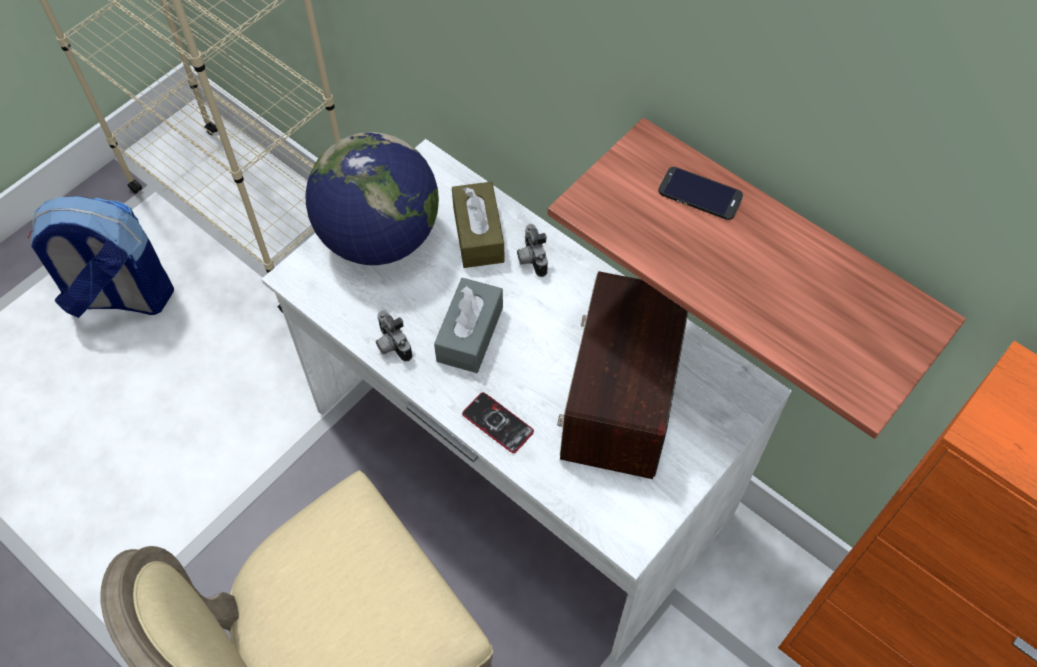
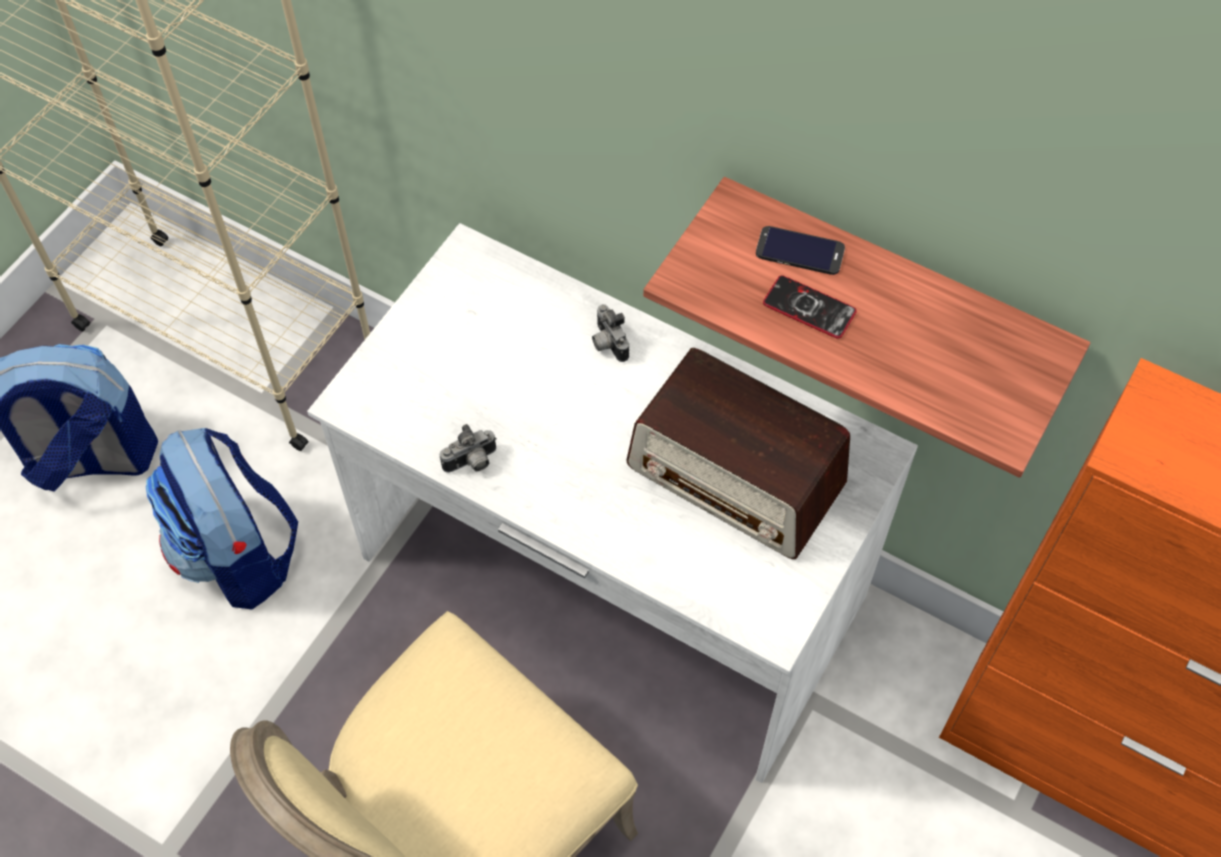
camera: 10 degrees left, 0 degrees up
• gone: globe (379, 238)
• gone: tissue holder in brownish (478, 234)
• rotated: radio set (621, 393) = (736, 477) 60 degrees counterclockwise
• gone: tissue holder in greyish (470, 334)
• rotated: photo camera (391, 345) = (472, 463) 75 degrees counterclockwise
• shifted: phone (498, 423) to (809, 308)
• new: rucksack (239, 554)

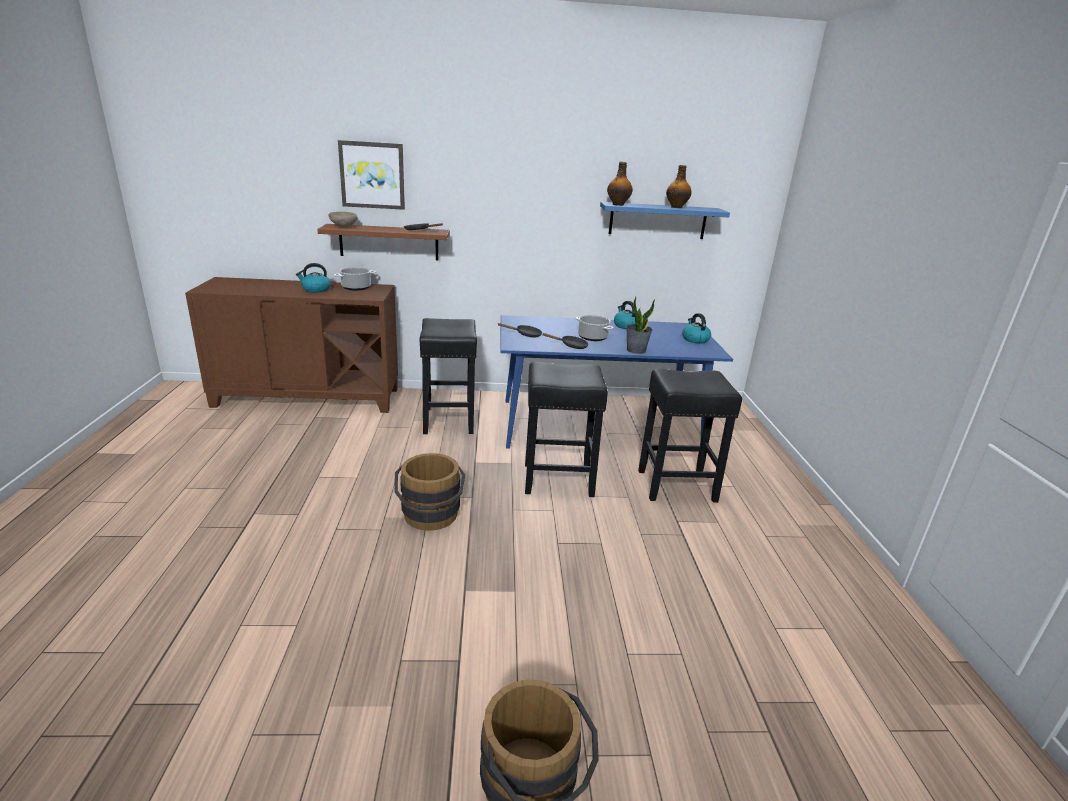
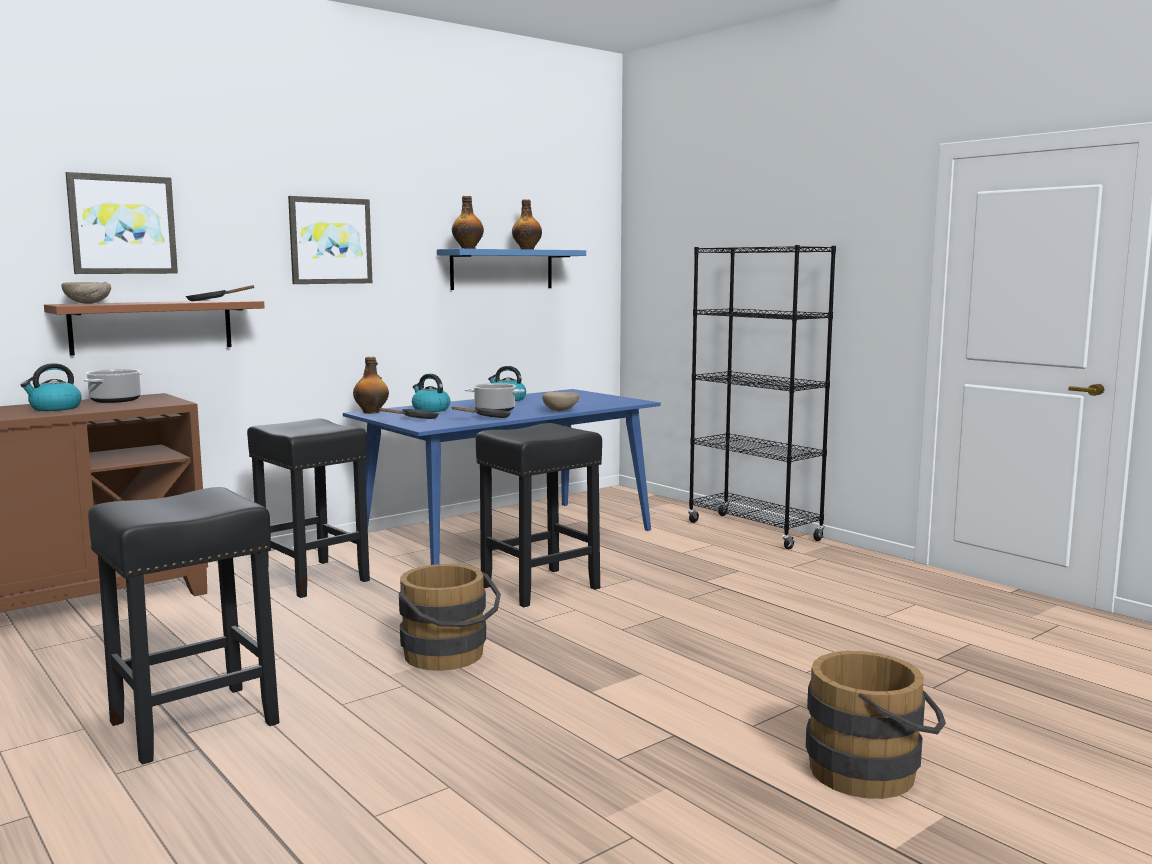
camera: 35 degrees left, 15 degrees down
• swapped: plant in a pot (636, 350) to serving bowl in beige (561, 411)
• shifted: kettle (695, 339) to (430, 409)
• shifted: stool seat in black (675, 486) to (191, 724)
• new: wall art (330, 241)
• new: bookcase in black (754, 531)
• new: drink bottle (372, 412)

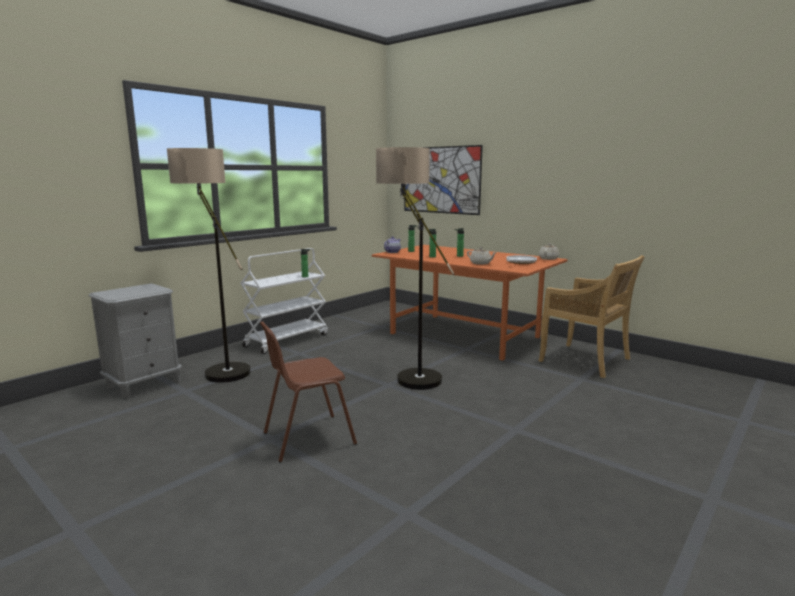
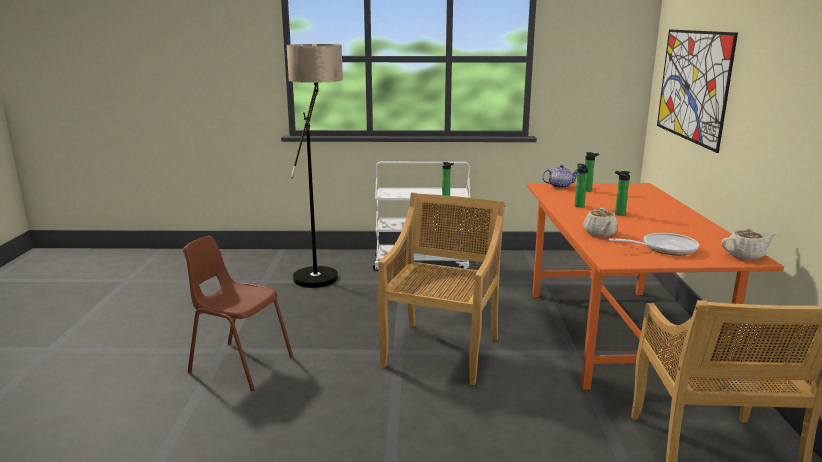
camera: 50 degrees right, 5 degrees up
• swapped: standard lamp (410, 374) to plain chair in beige (441, 351)
• gone: nightstand in greyish (144, 384)

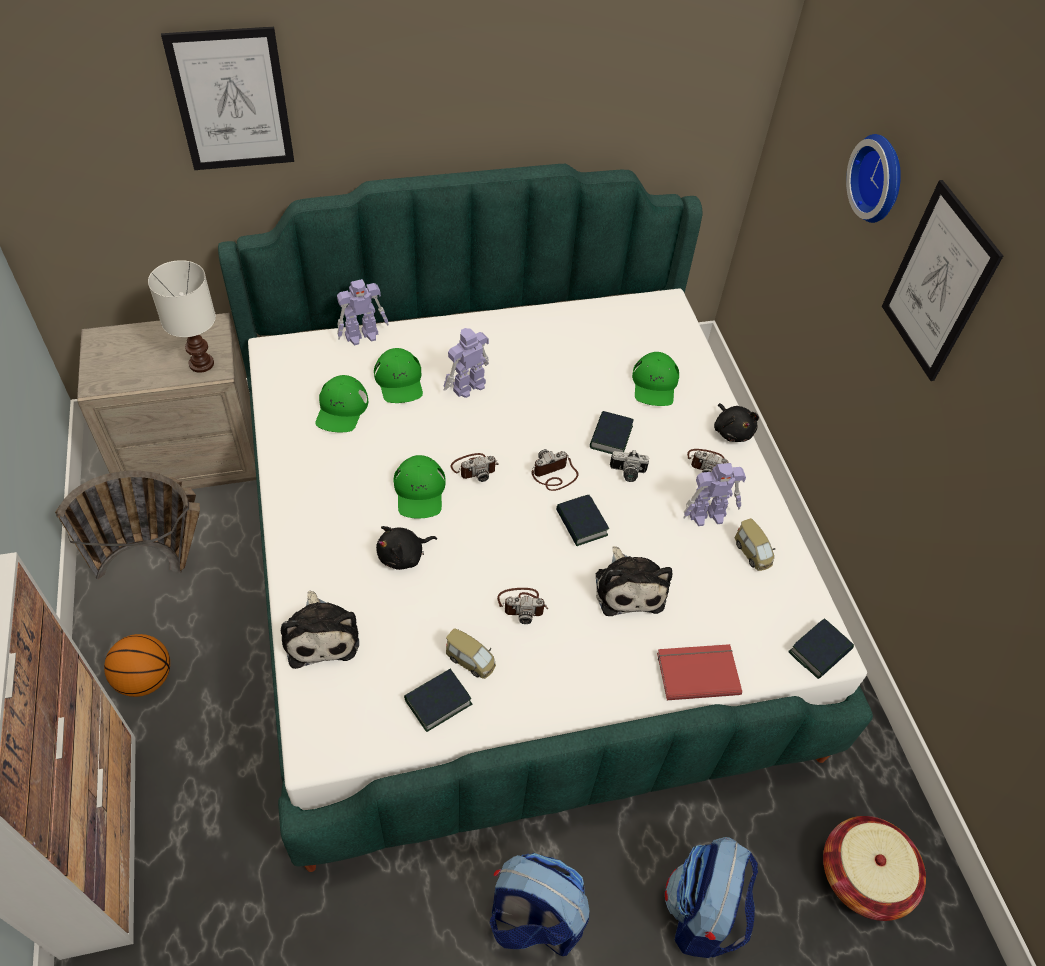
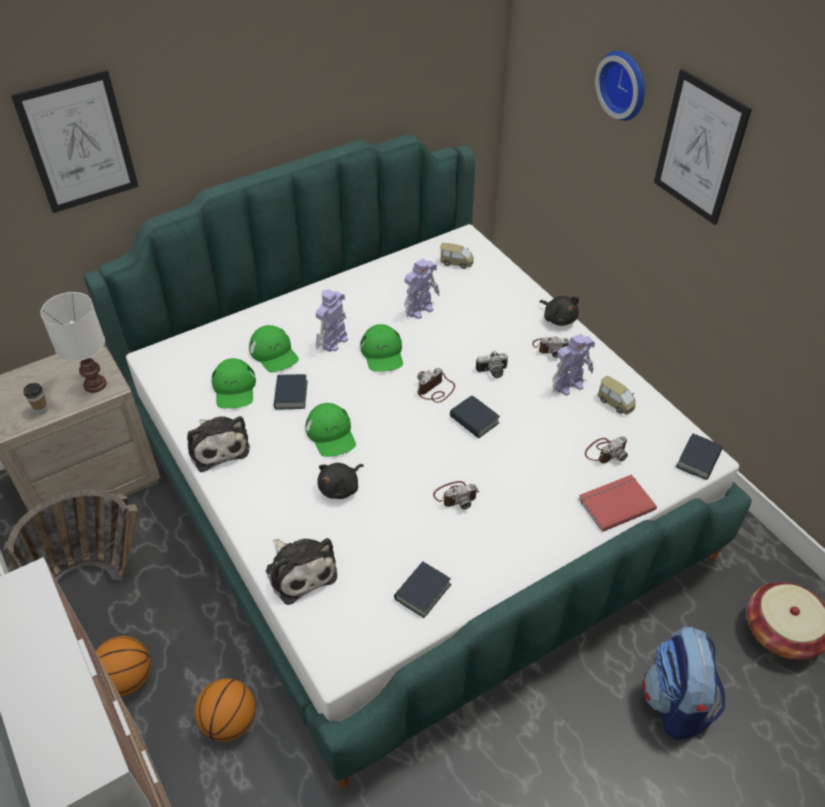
camera: 15 degrees left, 5 degrees down
• shifted: model robot (363, 335) to (420, 309)
• shifted: peaked cap in greenish (654, 384) to (382, 353)
• shifted: volume (610, 437) to (291, 395)
• shifted: photo camera (474, 468) to (605, 452)
• shifted: plush toy (629, 587) to (218, 446)
• shifted: miniature car (470, 660) to (456, 262)
• gone: rucksack (534, 920)
• new: small cup (41, 410)
• new: basketball (230, 722)

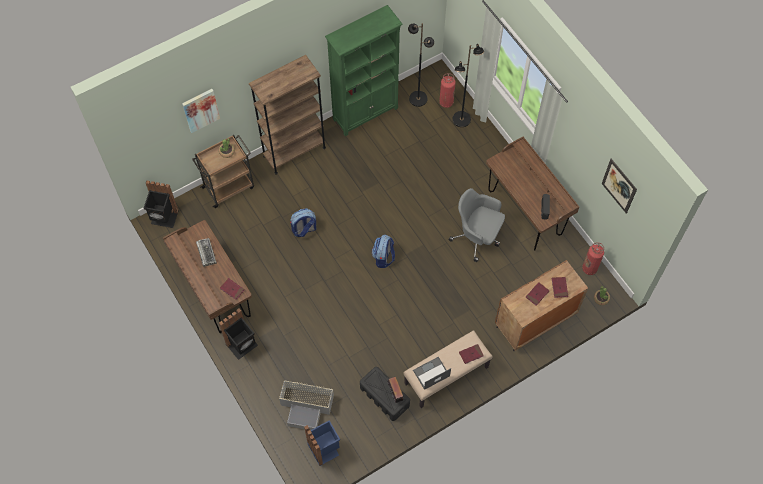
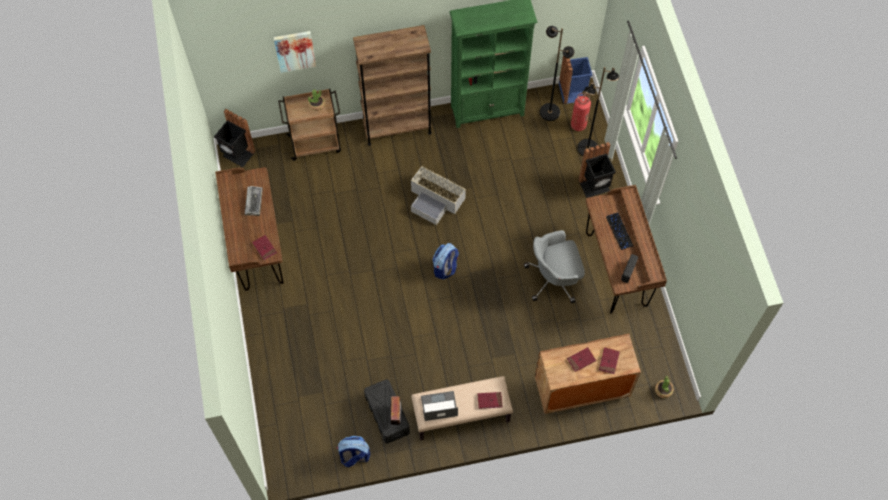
camera: 20 degrees right, 0 degrees up
• gone: wall art (619, 186)
• rotated: desk chair in greyish (477, 237) = (554, 278) 60 degrees counterclockwise
• shifted: rucksack (304, 229) to (354, 456)
• gone: extinguisher (589, 268)
• shifted: waste bin in black (243, 345) to (595, 186)
• shifted: storage bin in greyish (307, 406) to (435, 200)
• shifted: waste bin in bluish (324, 448) to (572, 92)
• new: keyboard (619, 231)

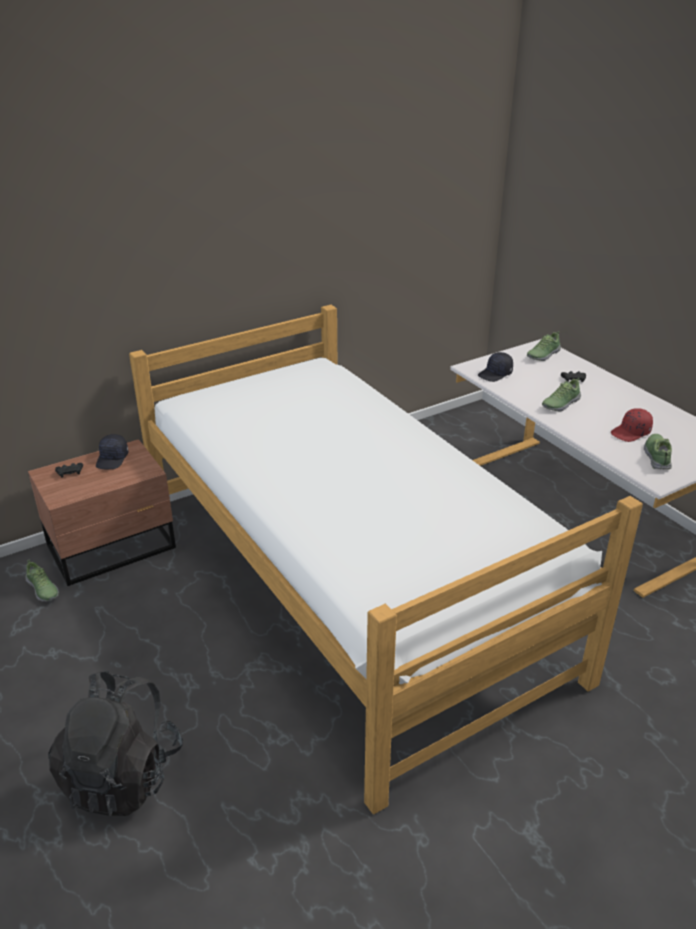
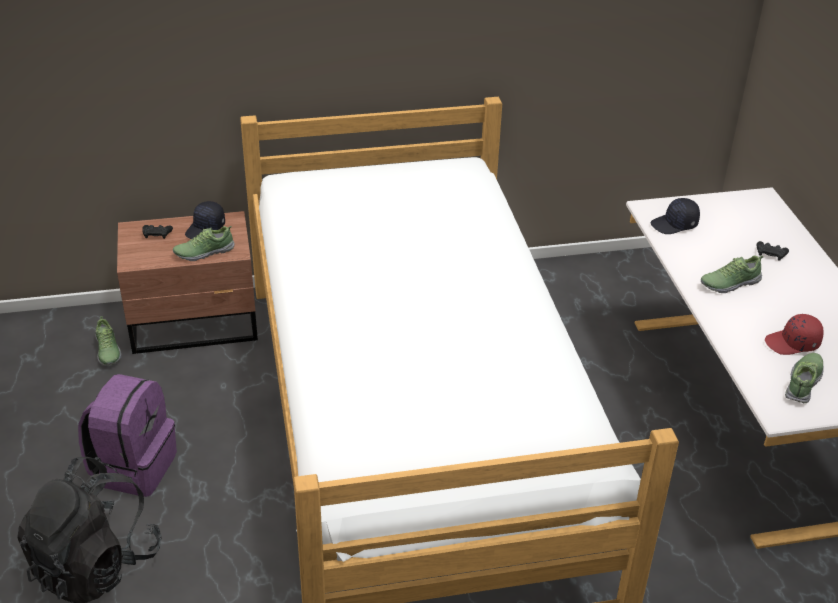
camera: 20 degrees right, 5 degrees up
• shifted: shoe (542, 355) to (204, 252)
• new: rucksack in purplish (134, 467)

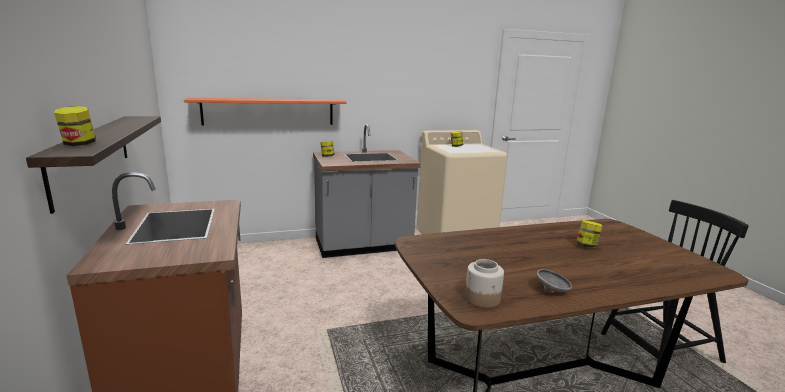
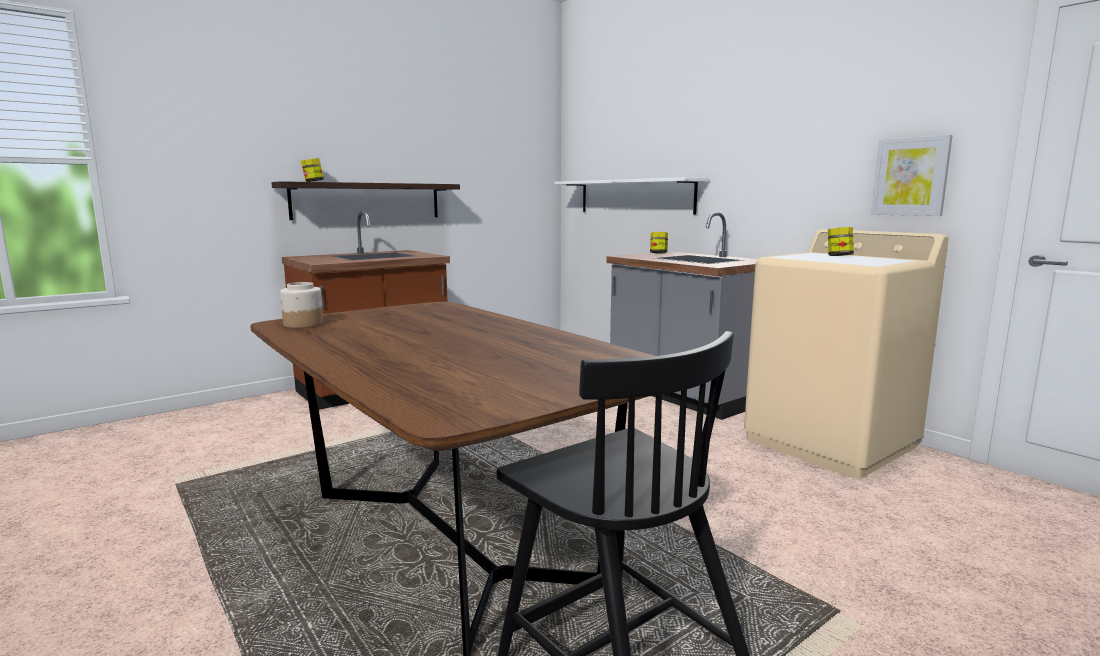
camera: 70 degrees right, 5 degrees down
• repainted: shelf in orange (269, 111) to shelf in white-coloured (635, 196)
• gone: jar (587, 246)
• gone: serving bowl in greyish (553, 291)
• new: wall art (910, 177)

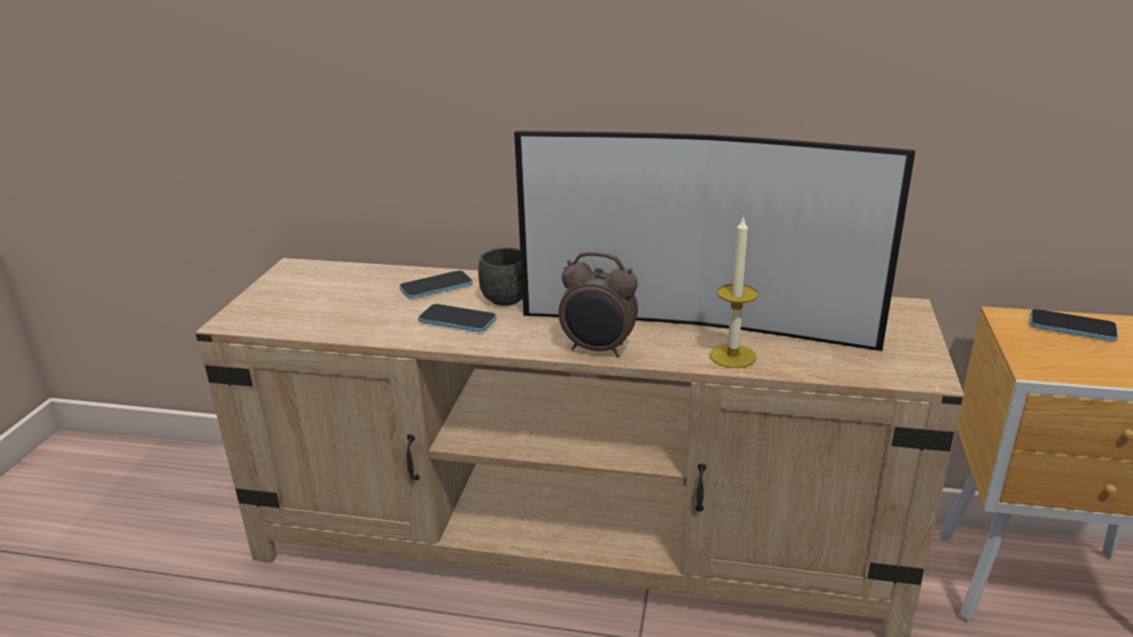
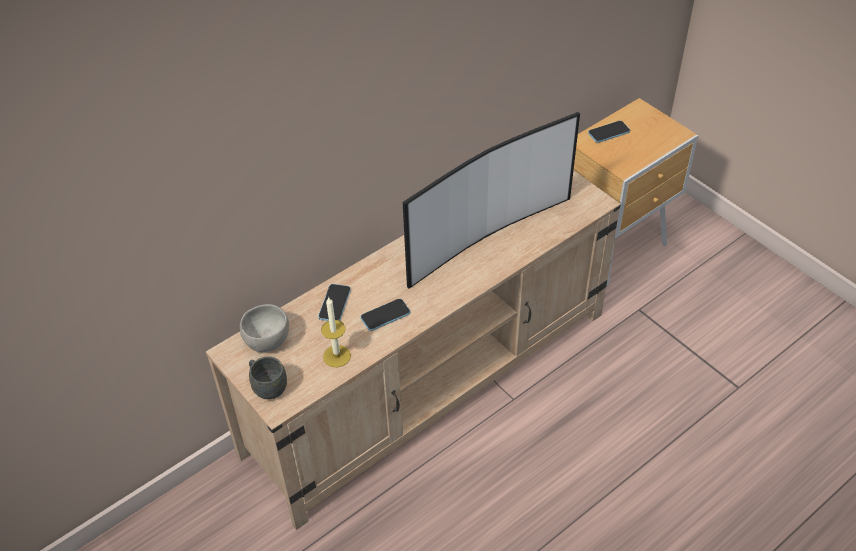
camera: 50 degrees left, 20 degrees up
• shifted: candle (732, 356) to (337, 356)
• shifted: mug in greyish (506, 295) to (267, 386)
• gone: bedside clock (598, 350)
• new: serving bowl in greyish (266, 340)

